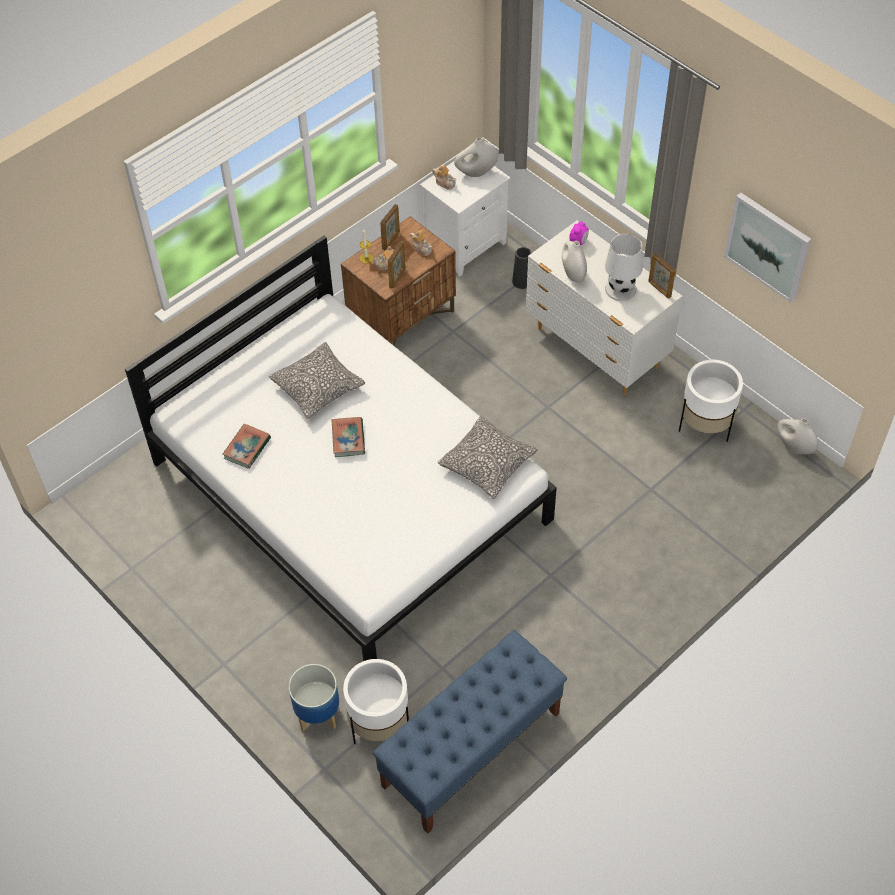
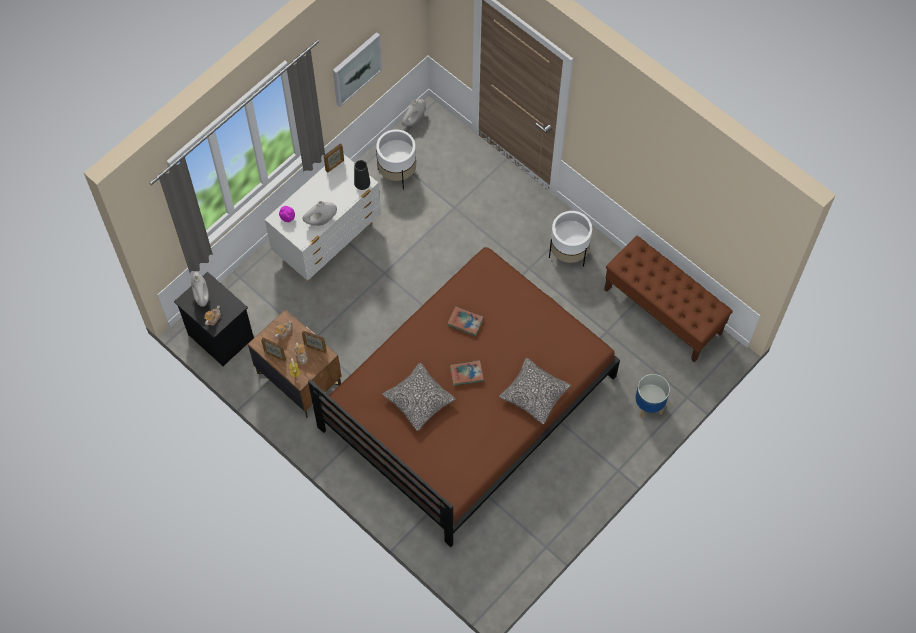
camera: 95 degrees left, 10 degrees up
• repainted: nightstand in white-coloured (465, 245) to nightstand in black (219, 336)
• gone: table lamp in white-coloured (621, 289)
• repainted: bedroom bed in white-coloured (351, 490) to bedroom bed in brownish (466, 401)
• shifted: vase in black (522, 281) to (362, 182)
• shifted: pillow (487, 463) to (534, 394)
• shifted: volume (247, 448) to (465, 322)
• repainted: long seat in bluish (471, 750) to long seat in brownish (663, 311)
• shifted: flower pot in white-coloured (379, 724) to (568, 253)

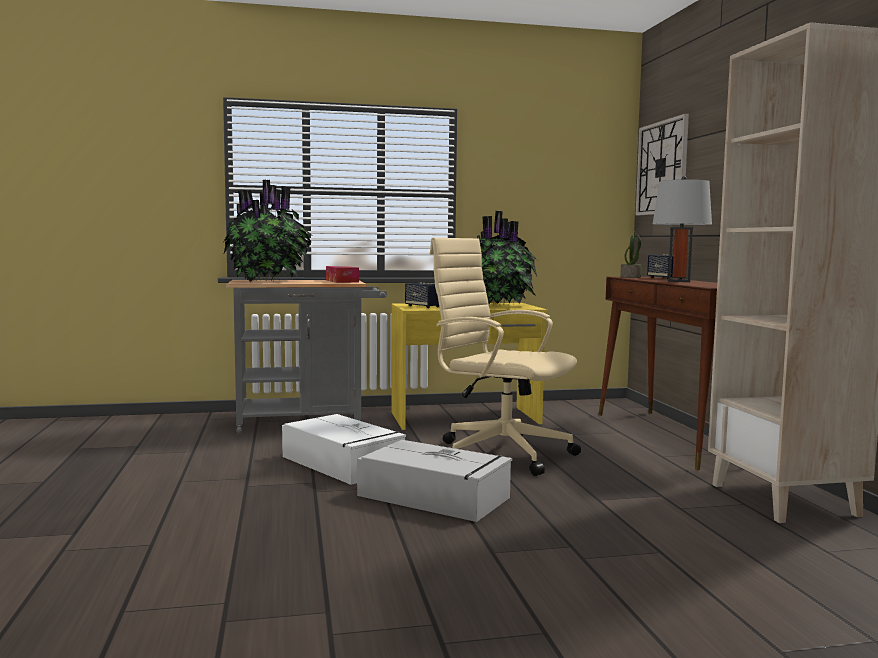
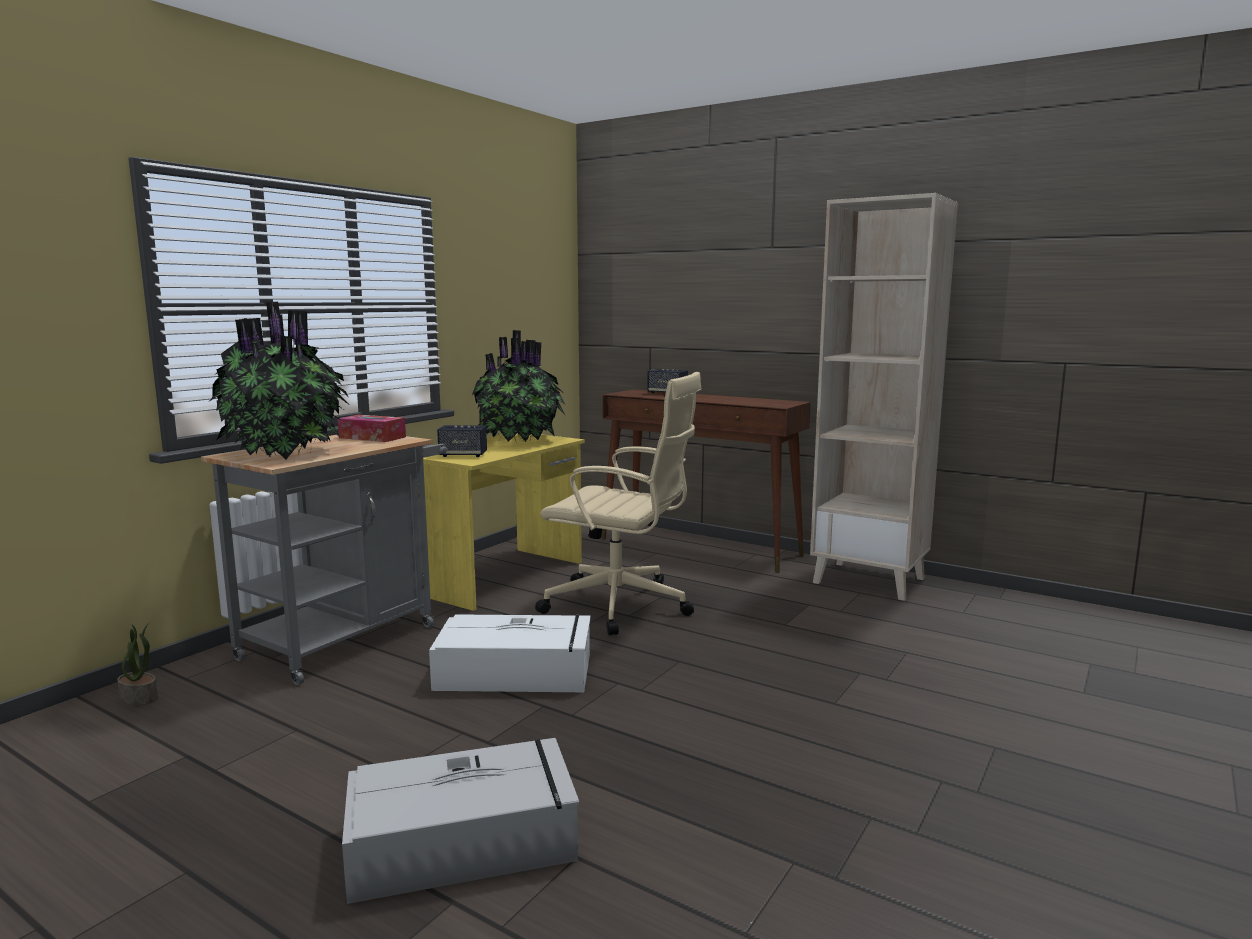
camera: 45 degrees left, 5 degrees up
• gone: clock on the wall (662, 168)
• gone: table lamp in greyish (679, 281)
• shifted: plant in a pot (631, 277) to (140, 698)
• rotated: desk chair in beige (500, 453) = (621, 606) 150 degrees counterclockwise
• shifted: storage bin in greyish (435, 497) to (465, 841)

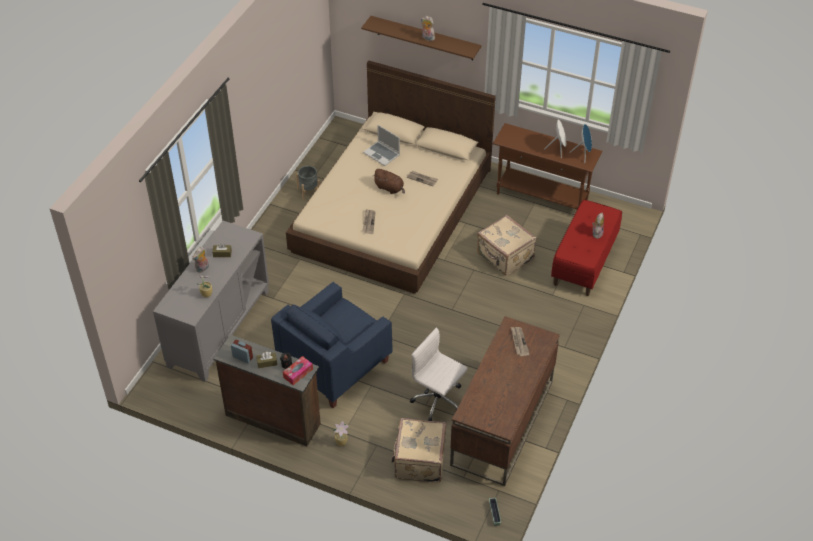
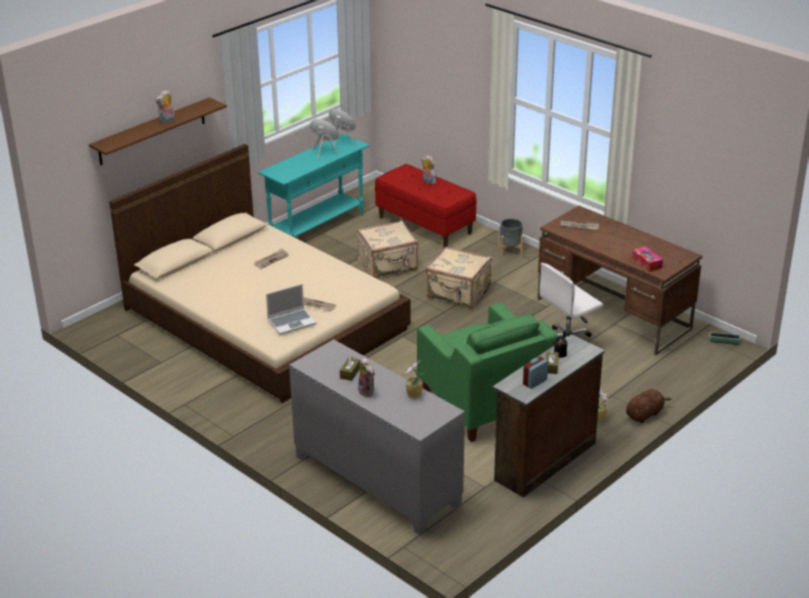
camera: 70 degrees left, 15 degrees down
• repainted: hall table in brownish (542, 197) to hall table in turquoise-coloured (317, 227)
• shifted: laptop (382, 154) to (292, 322)
• shifted: flower pot in greyish (308, 191) to (510, 251)
• shifted: plush toy in brownish (390, 188) to (645, 414)
• repainted: easy chair in bluish (334, 365) to easy chair in greenish (483, 402)
• shifted: tissue holder (298, 373) to (647, 263)
• shifted: travel case in beige (419, 461) to (458, 294)

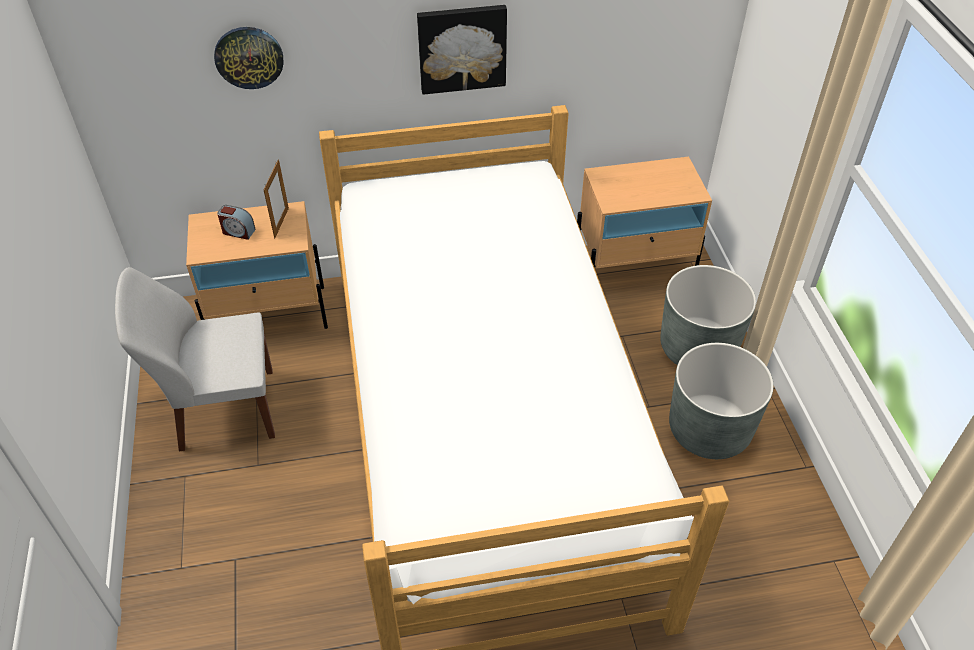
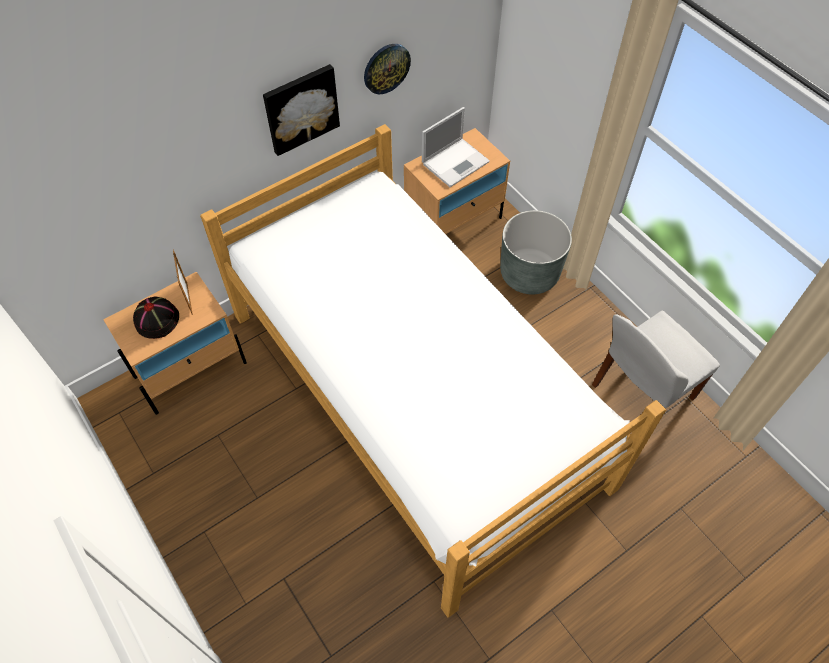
camera: 25 degrees left, 10 degrees up
• shifted: clock on the wall (249, 57) to (386, 68)
• swapped: bedside clock (238, 231) to hat in black (157, 319)
• shifted: plain chair in white-coloured (223, 409) to (640, 393)
• gone: flower pot in greyish (709, 430)
• new: laptop (456, 162)

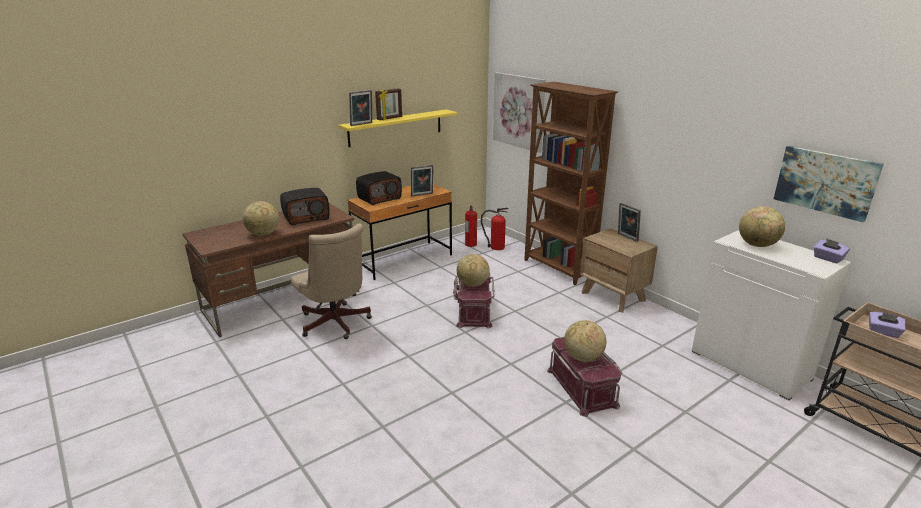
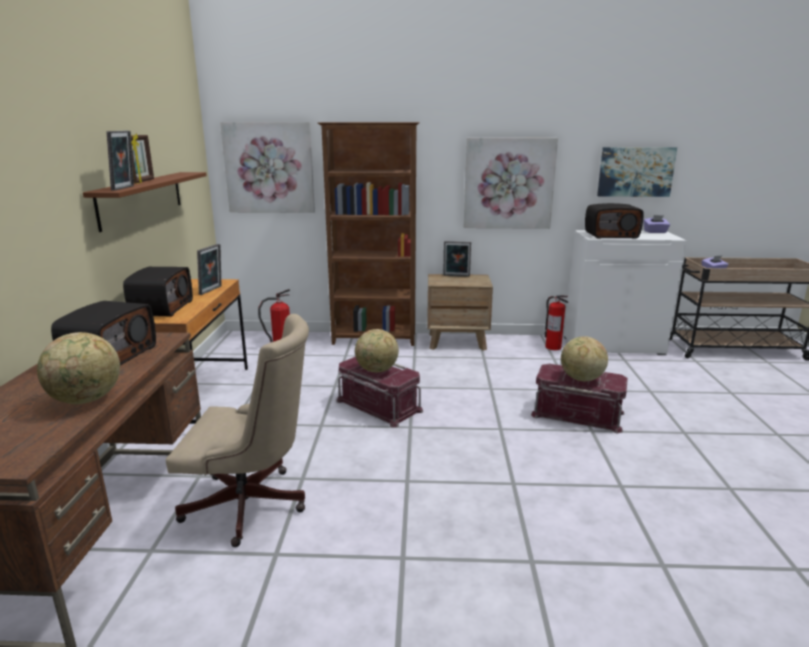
camera: 50 degrees left, 5 degrees down
• repainted: shelf in yellow (396, 127) to shelf in brownish (142, 198)
• shifted: extinguisher (471, 244) to (552, 347)
• swapped: globe (757, 245) to radio set (611, 235)
• new: wall art (508, 183)

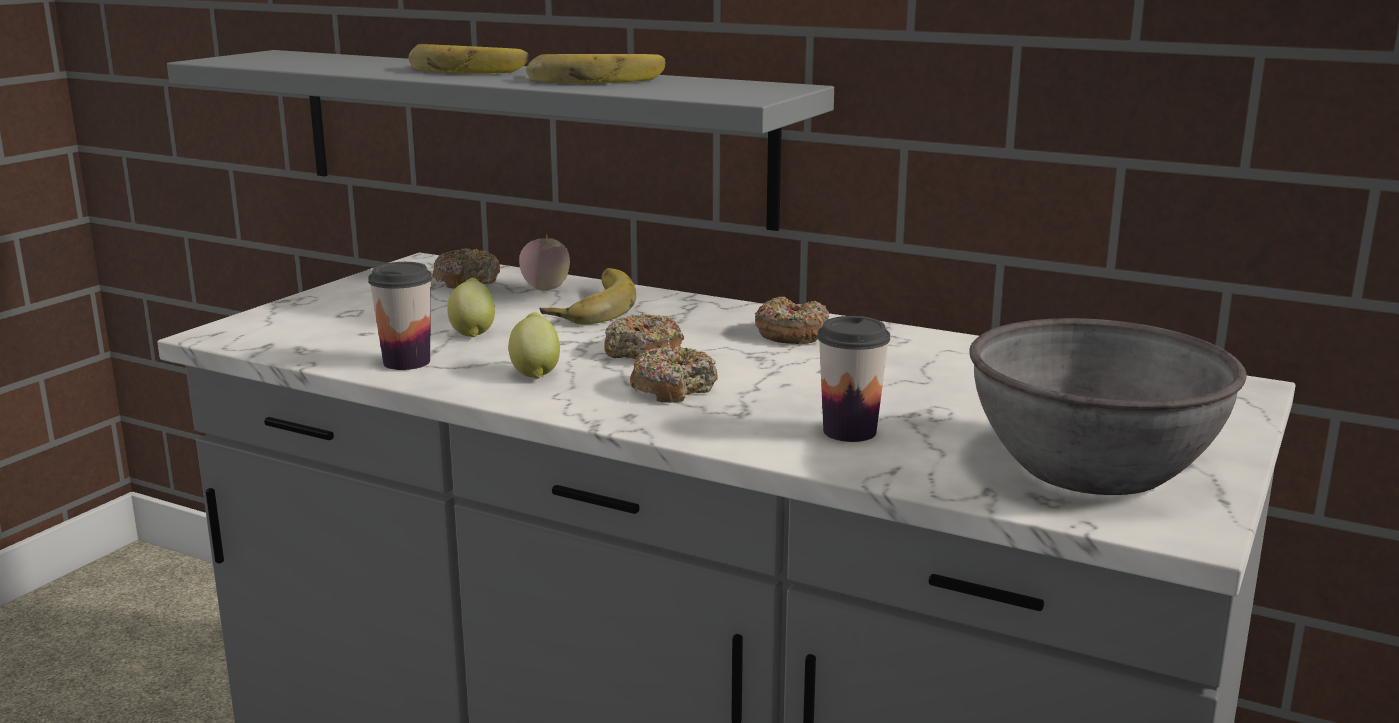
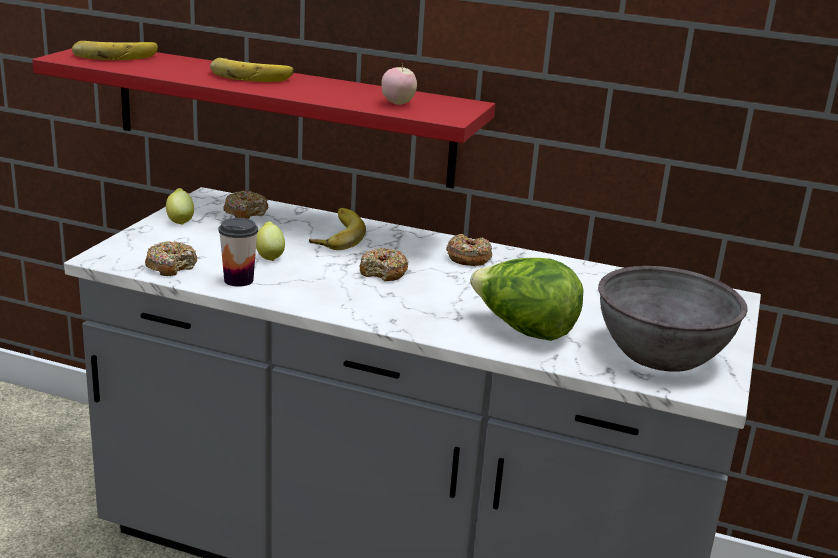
camera: 10 degrees left, 5 degrees up
• repainted: shelf in greyish (524, 133) to shelf in red-coloured (281, 114)
• shifted: banana fruit (595, 78) to (115, 54)
• shifted: whole apple (545, 289) to (397, 103)
• shifted: citrus fruit (535, 372) to (180, 221)
• swapped: small cup (849, 431) to lettuce head (523, 330)
• shifted: donut (673, 388) to (171, 266)

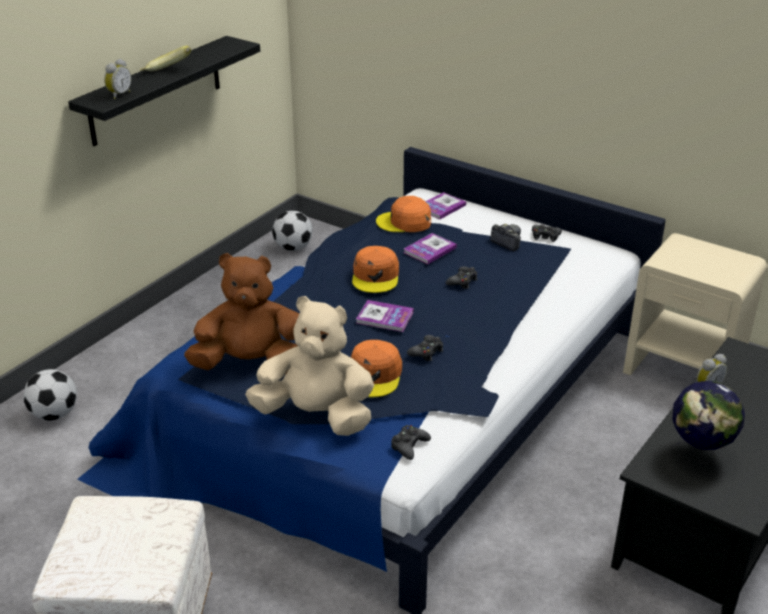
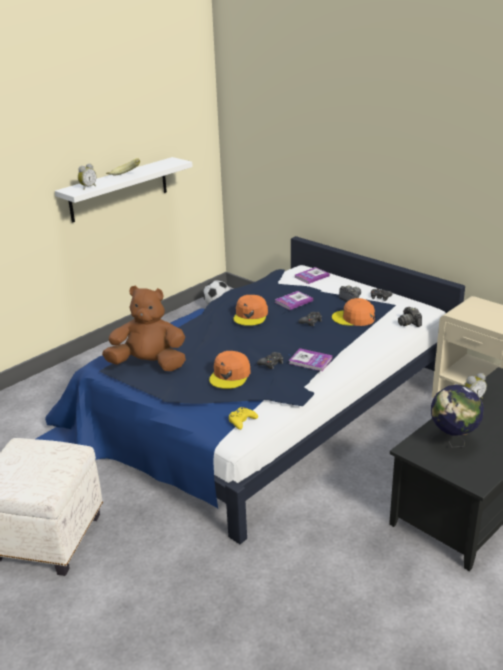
camera: 10 degrees right, 5 degrees down
• repainted: shelf in black (156, 90) to shelf in white-coloured (119, 189)
• shifted: peaked cap in orange (404, 222) to (354, 318)
• gone: plush toy in beige (316, 416)
• shifted: volume (384, 317) to (310, 361)
• gone: football ball (54, 414)
• repainted: gamepad in black (409, 446) to gamepad in yellow (242, 421)
• new: photo camera (409, 323)

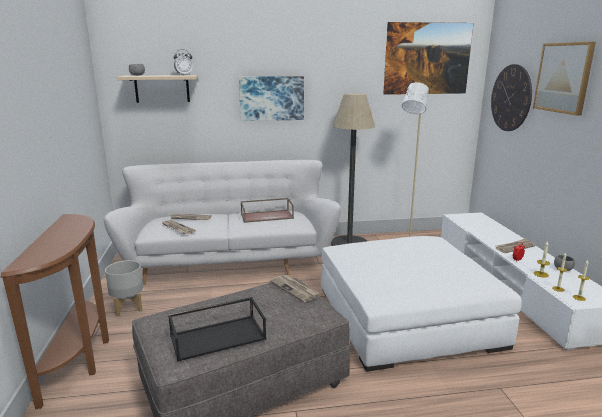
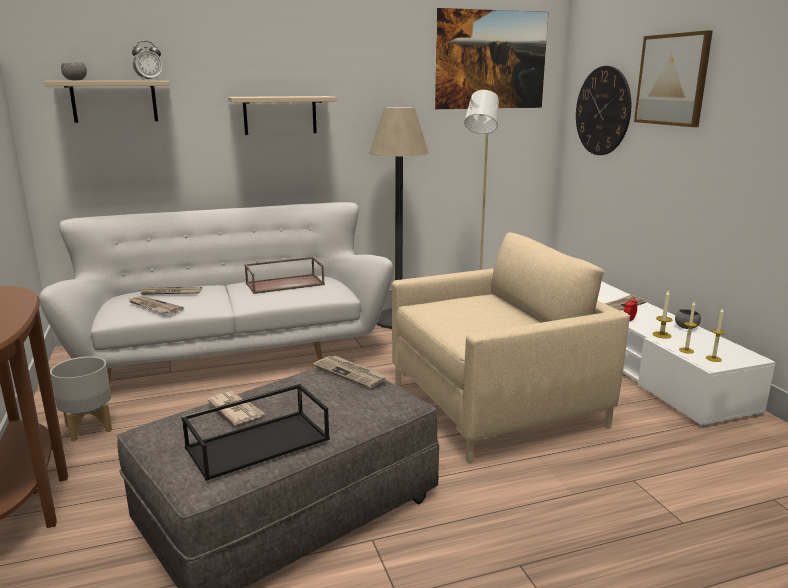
camera: 10 degrees left, 0 degrees up
• swapped: wall art (271, 98) to shelf in beige (280, 115)
• swapped: ottoman in white-coloured (406, 316) to easy chair in beige (496, 405)
• new: newspaper (236, 410)

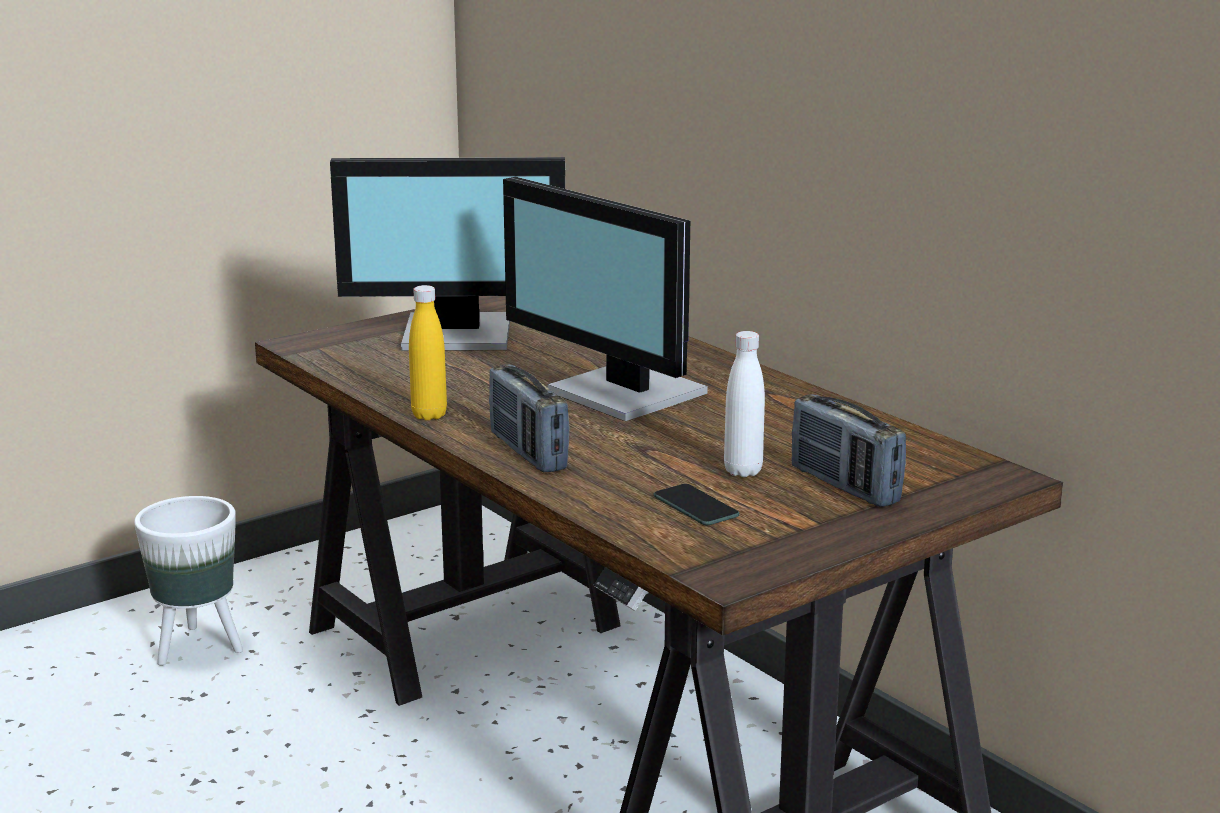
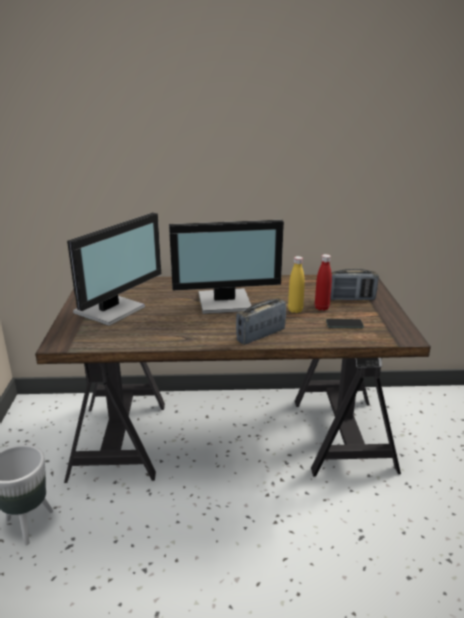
camera: 55 degrees left, 5 degrees up
• shifted: drink bottle in yellow (429, 415) to (295, 310)
• repainted: drink bottle in white-coloured (743, 471) to drink bottle in red-coloured (321, 308)
• rotated: radio set (528, 452) = (261, 335) 135 degrees clockwise

